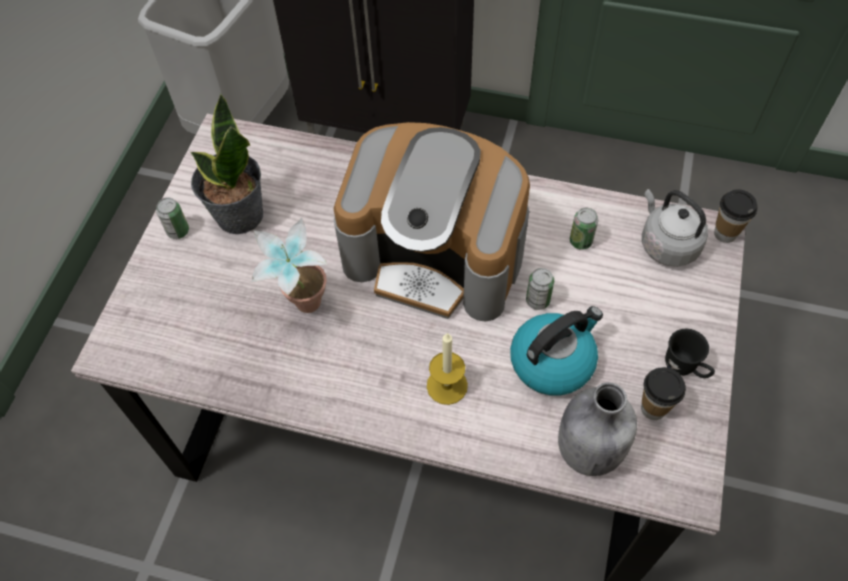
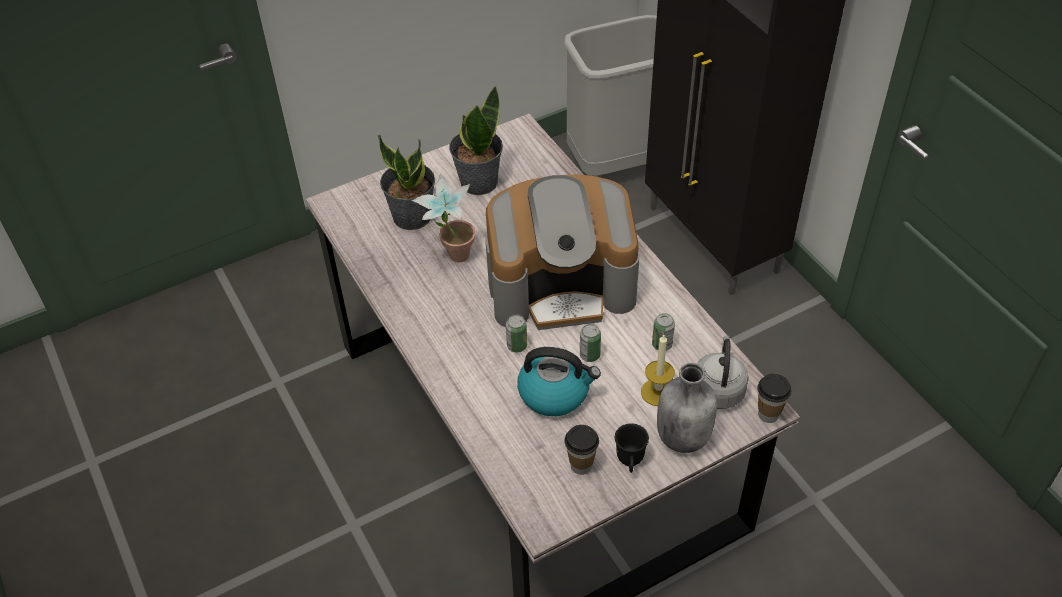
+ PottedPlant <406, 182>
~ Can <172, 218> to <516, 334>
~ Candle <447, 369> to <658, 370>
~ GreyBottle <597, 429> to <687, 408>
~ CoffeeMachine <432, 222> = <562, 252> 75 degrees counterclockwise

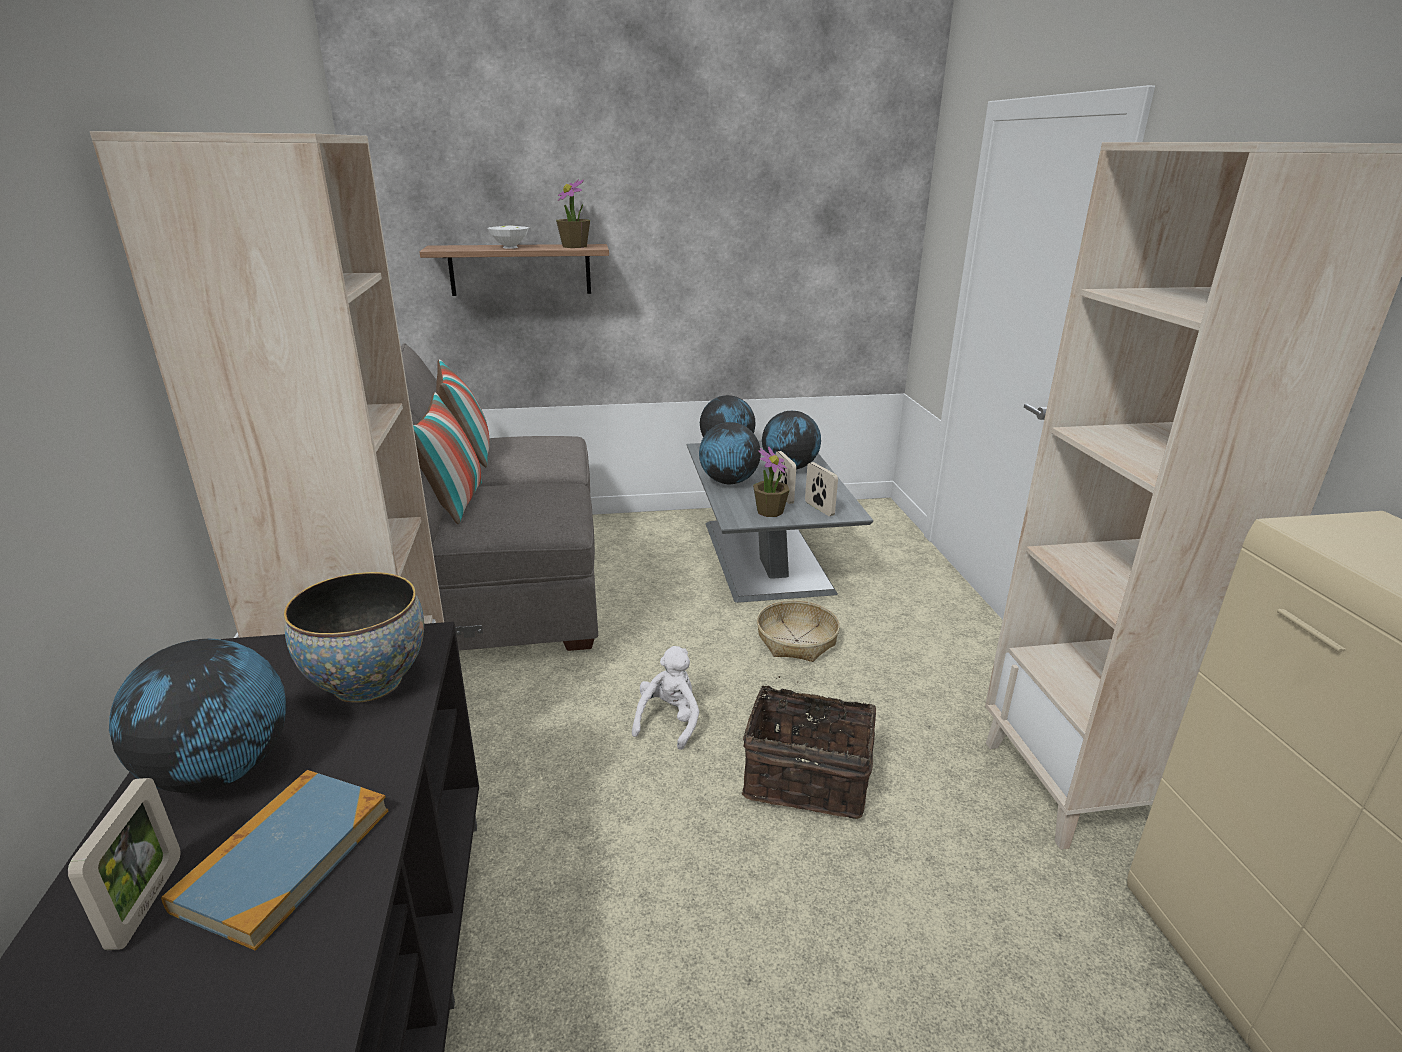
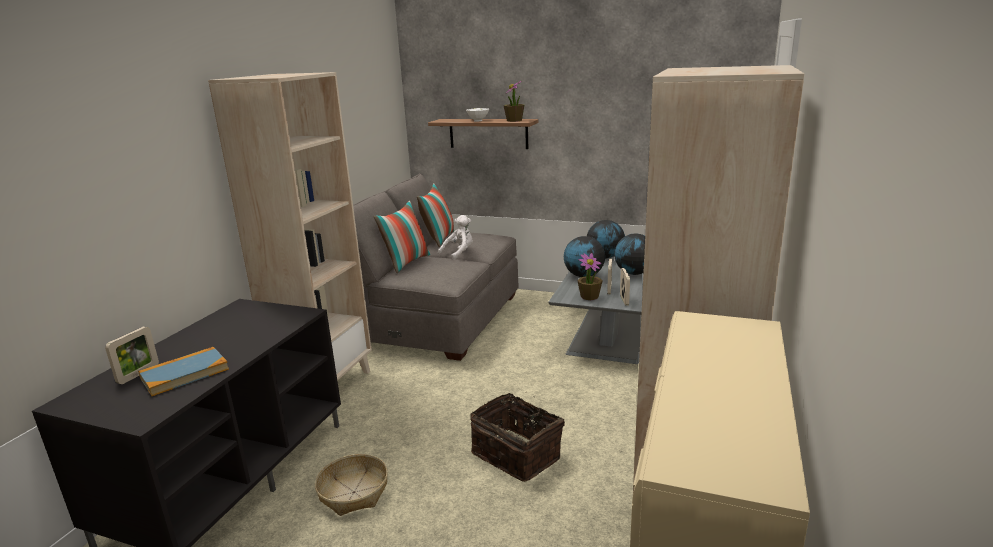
- Globe <198, 716>
- Bowl <354, 637>
~ WhitePlushToy <665, 698> to <455, 237>
~ Basket <798, 631> to <351, 485>

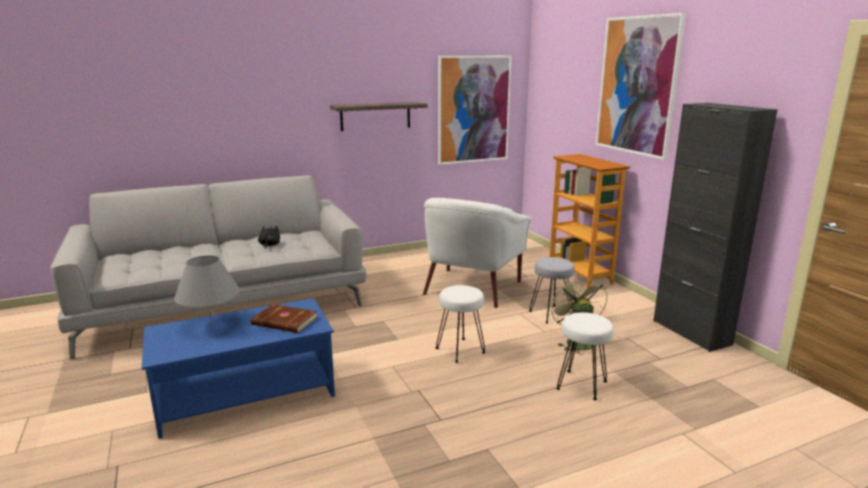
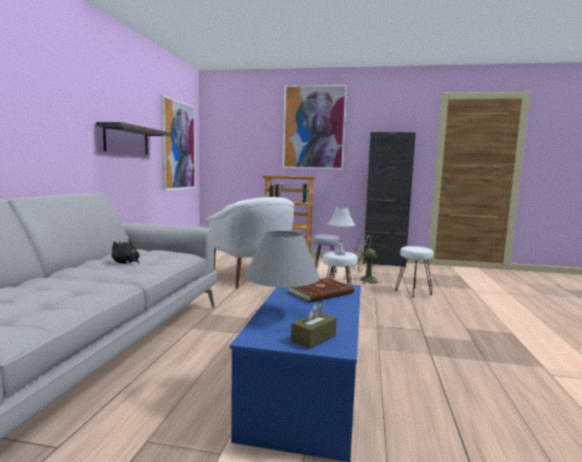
+ BrownTissueBox <314, 326>
+ WhiteTableLamp <341, 231>

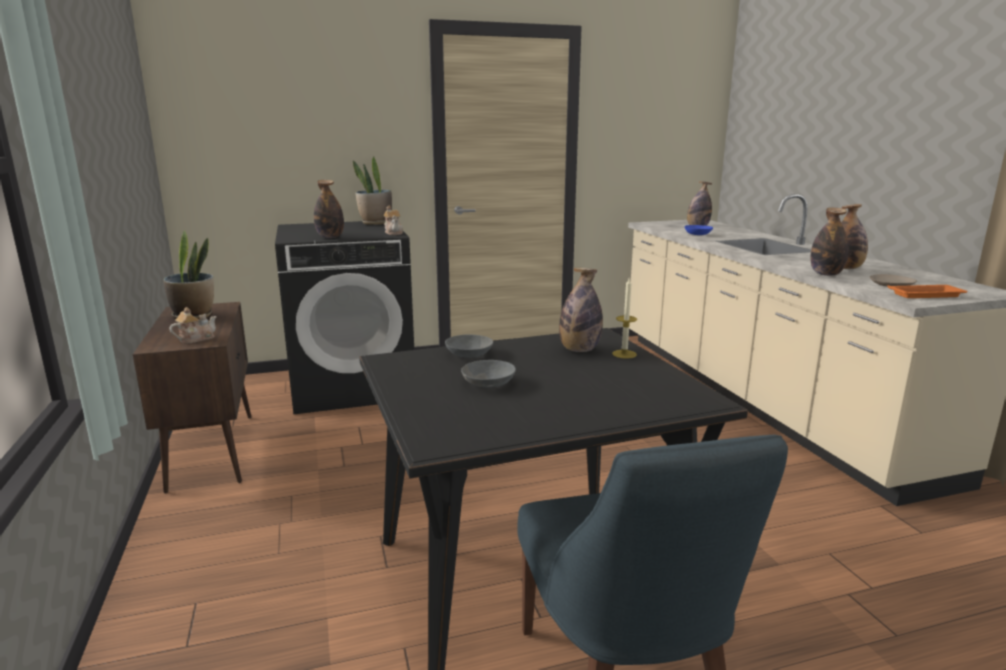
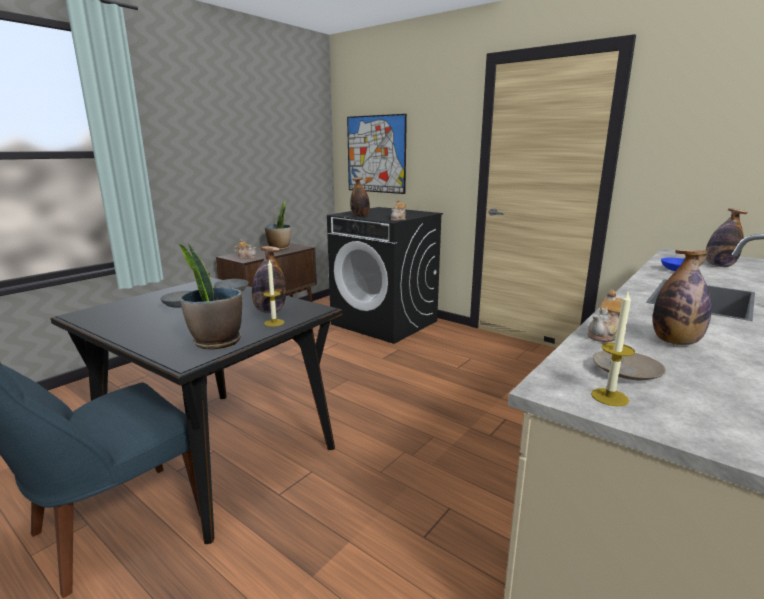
+ Picture <377, 154>
~ PottedPlant <372, 190> to <210, 296>
~ Bottle <829, 241> to Teapot <606, 316>
~ OrangeTray <927, 291> to Candle <613, 349>

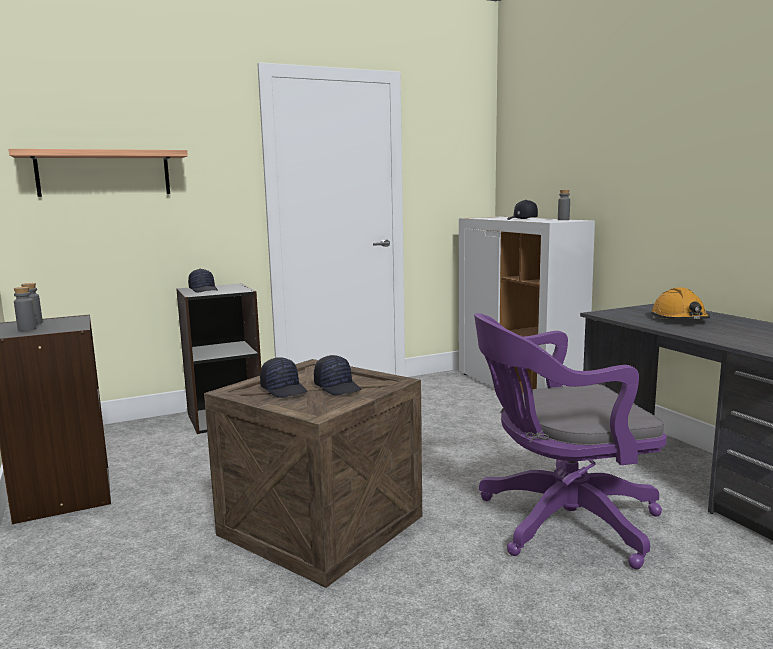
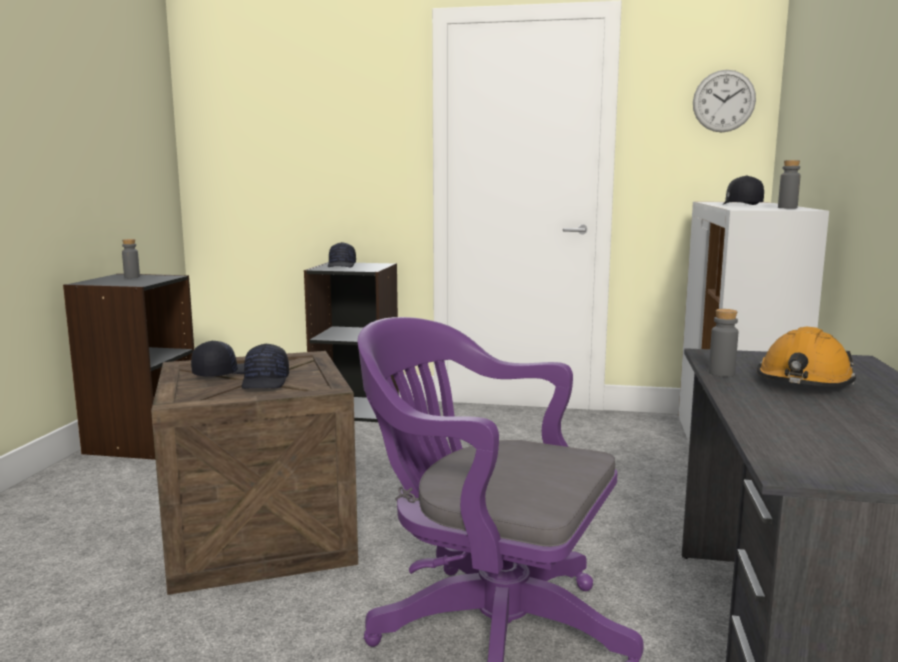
- Shelf <98, 173>
+ WallClock <724, 101>
~ GreyBottle <25, 309> to <723, 343>
~ BlackCap <283, 377> = <217, 359> 135 degrees counterclockwise

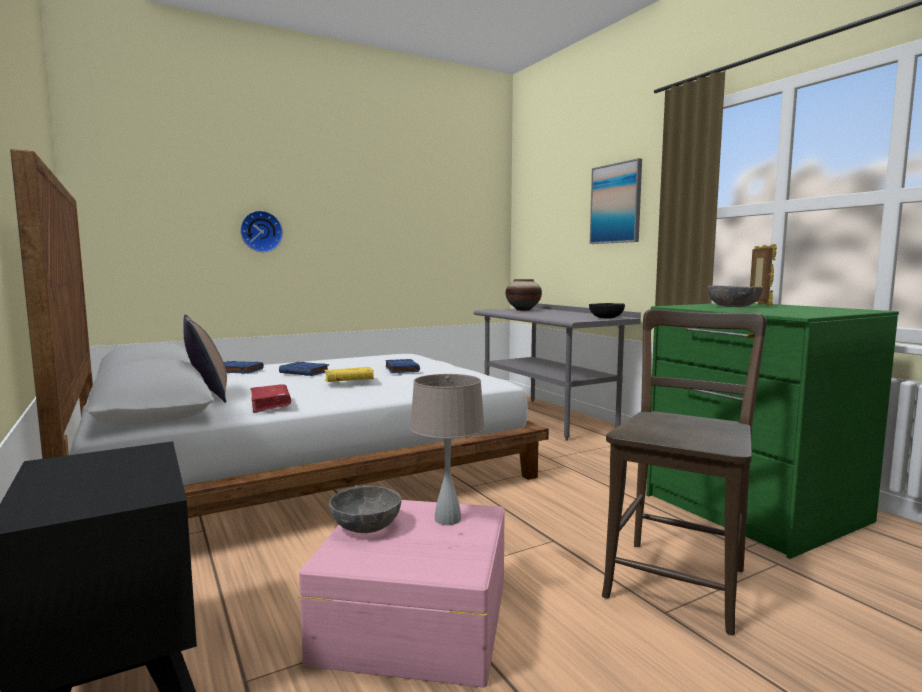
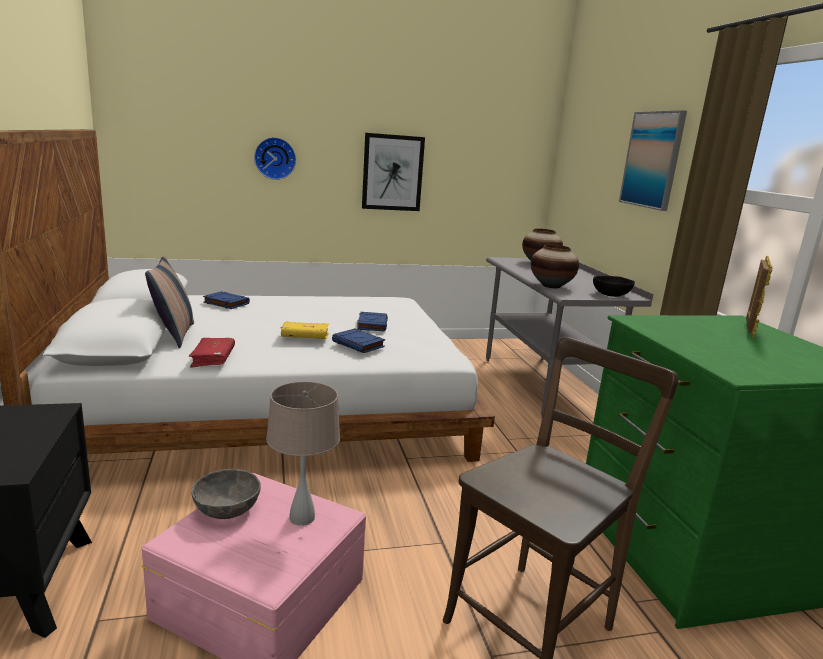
- GreyBowl <735, 296>
+ Picture <393, 172>
+ Vase <555, 266>
~ BlueBook <304, 369> to <358, 341>

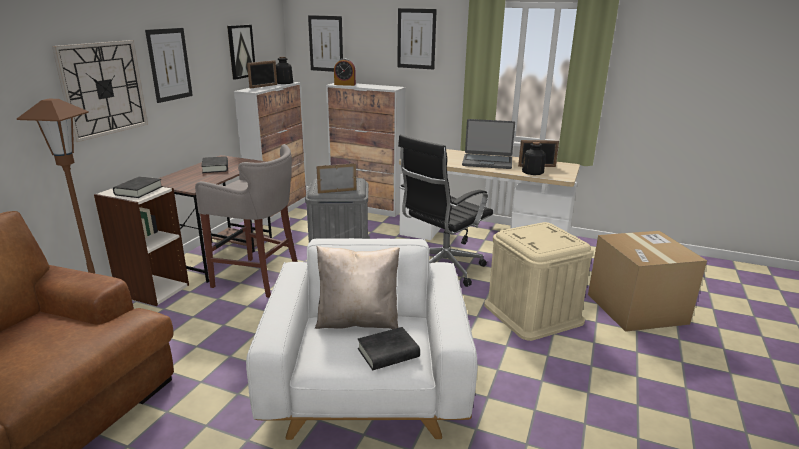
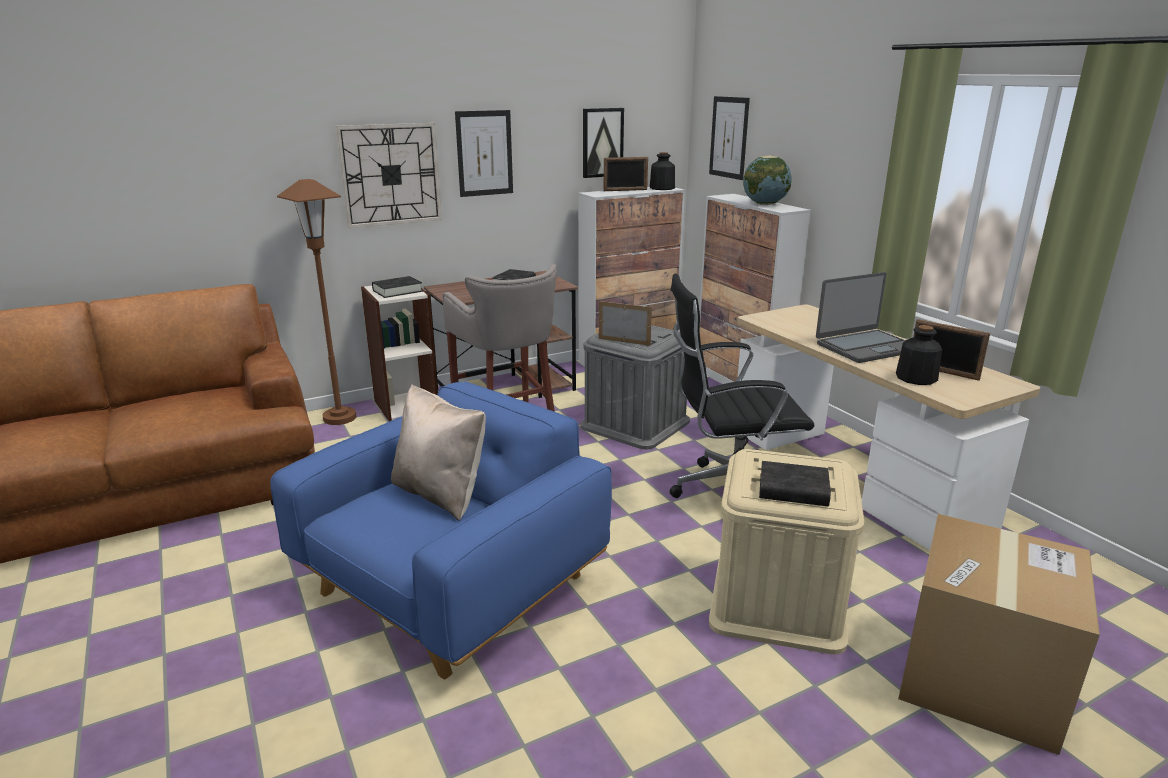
- AlarmClock <345, 72>
- Picture <417, 39>
+ Globe <767, 180>
~ BlackBook <388, 348> to <795, 483>
~ WhiteArmchair <362, 339> to BlueArmchair <441, 530>
~ Laptop <488, 144> = <860, 317> 75 degrees counterclockwise

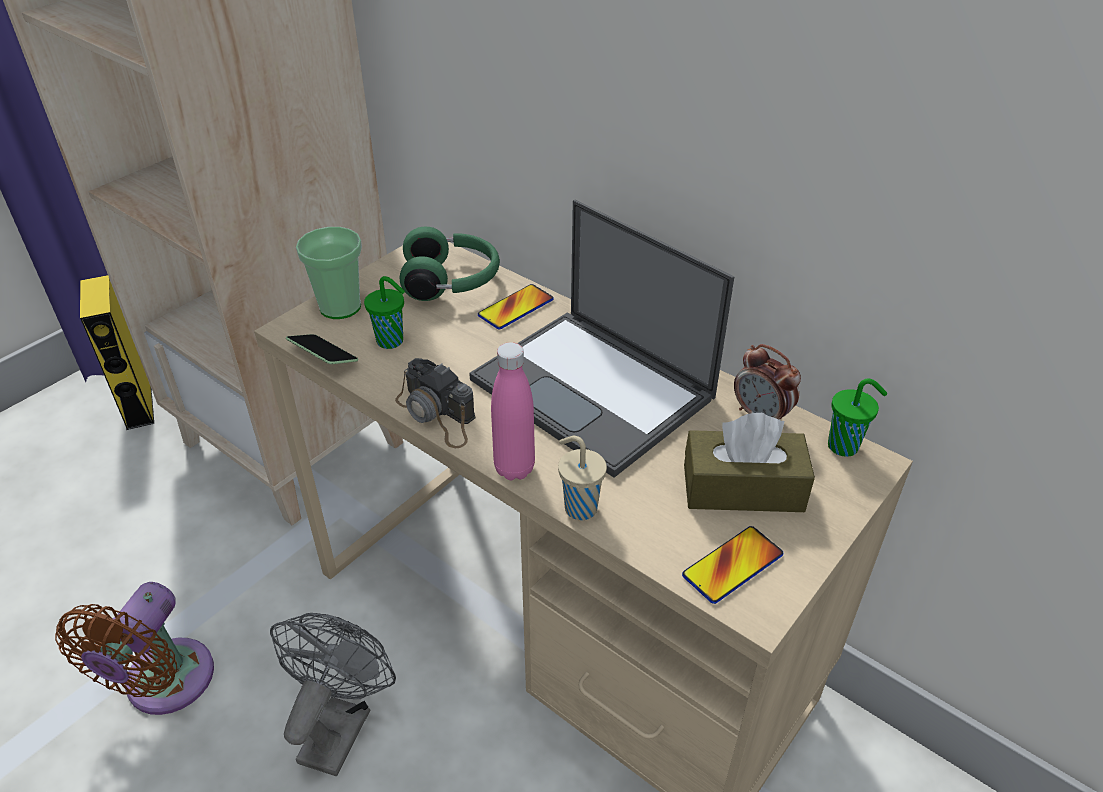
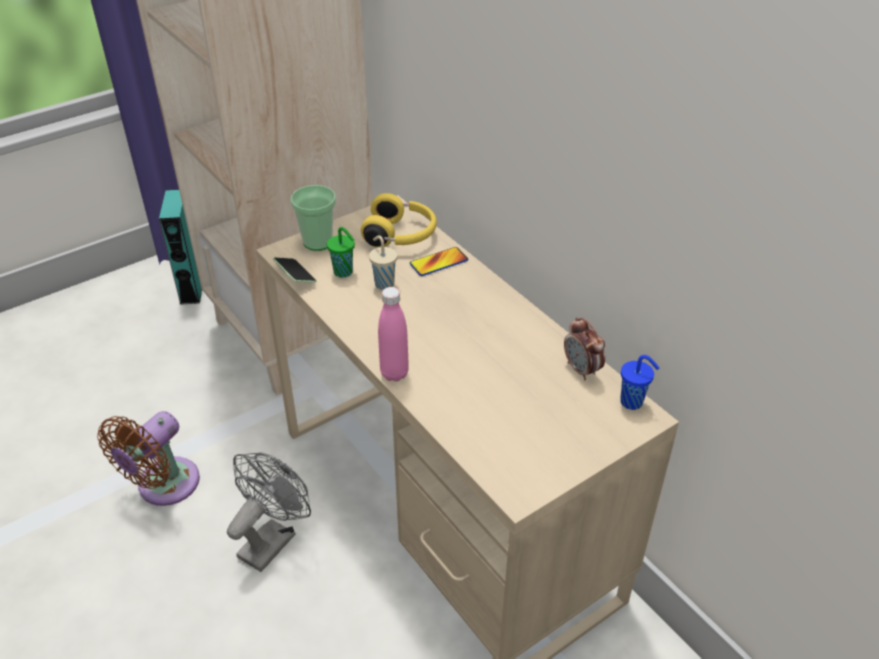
- PhotoCamera <435, 403>
- Laptop <602, 339>
- Phone <732, 565>
- BrownTissueBox <749, 462>
~ BeigeCup <582, 478> to <383, 262>
~ YellowSpeaker <117, 352> to TurquoiseSpeaker <180, 247>
~ GreenHeadphones <450, 263> to YellowHeadphones <399, 220>
~ GreenCup <857, 417> to BlueCup <640, 382>

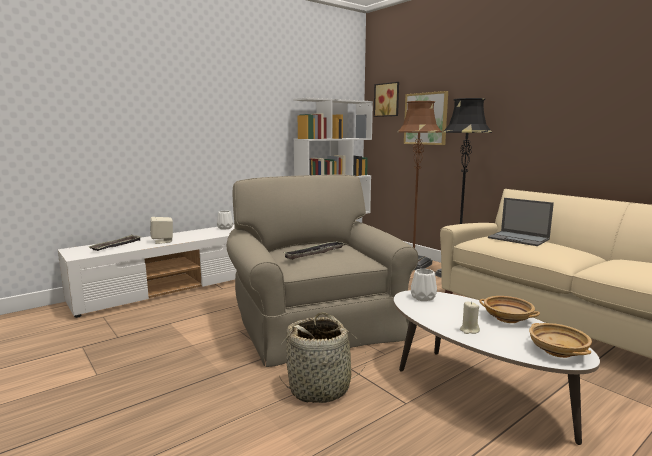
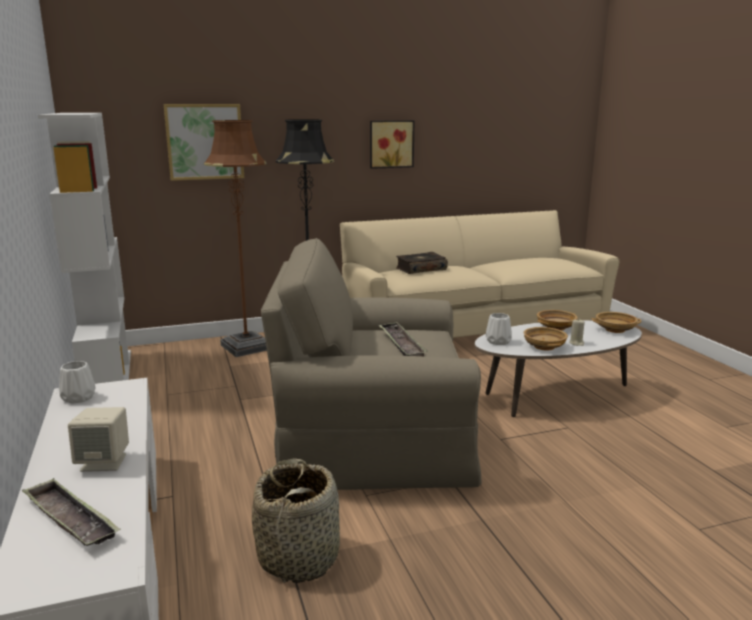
+ BeigeBowl <546, 339>
~ Basket <322, 357> to <296, 520>
~ Picture <386, 99> to <392, 144>
~ Laptop <521, 222> to Book <422, 263>

